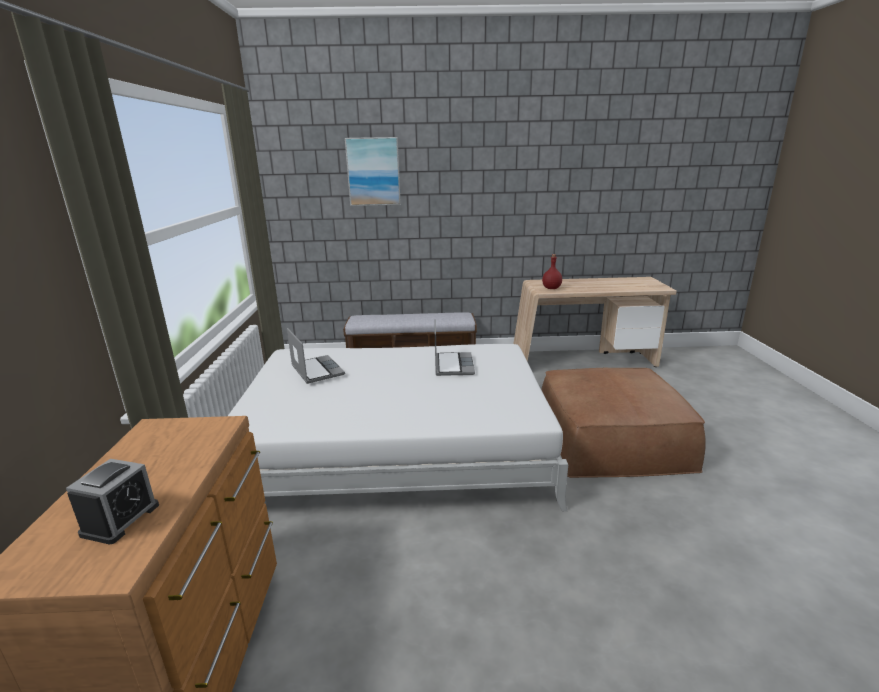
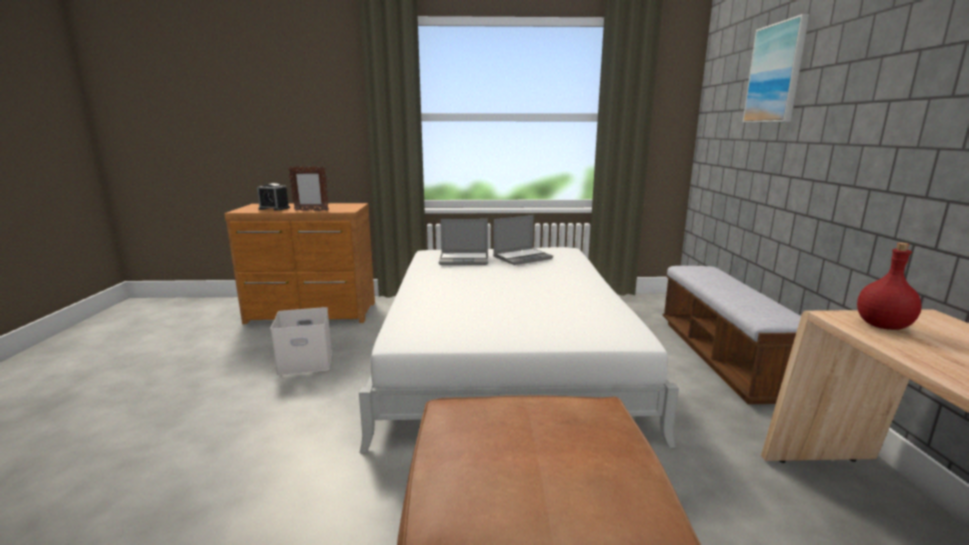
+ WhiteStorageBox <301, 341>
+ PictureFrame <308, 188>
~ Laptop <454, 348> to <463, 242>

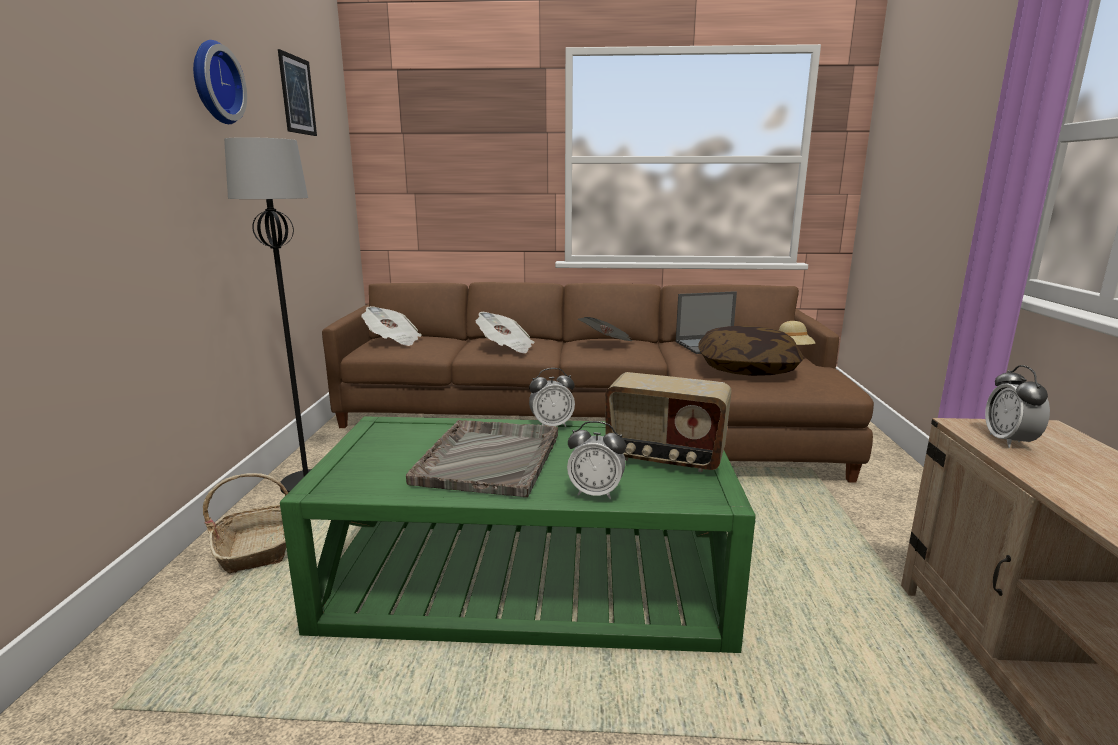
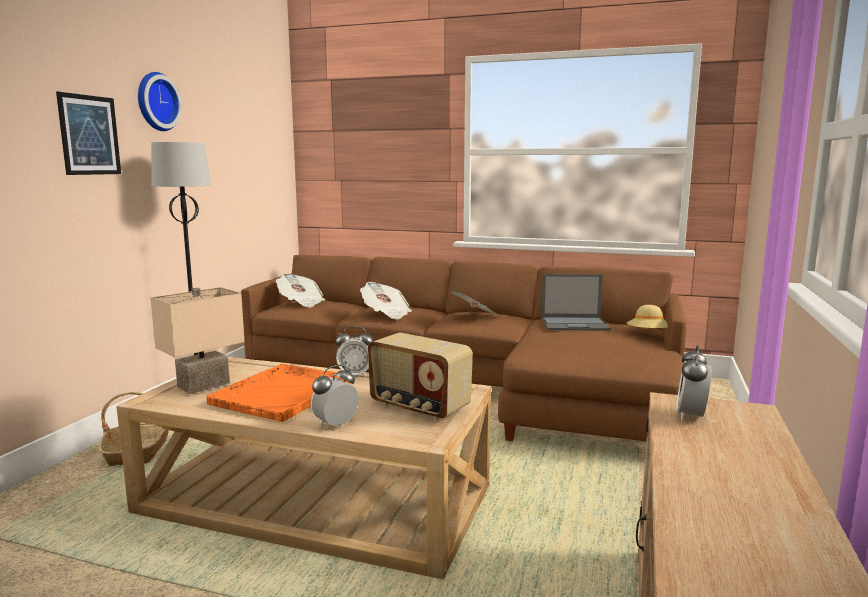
- Pillow <750, 351>
+ BeigeTableLamp <197, 340>
~ Picture <297, 92> to <88, 133>
~ GreenCoffeeTable <518, 535> to BeigeCoffeeTable <304, 468>
~ GreyTray <482, 458> to OrangeTray <278, 393>
~ AlarmClock <596, 460> = <335, 396> 105 degrees clockwise

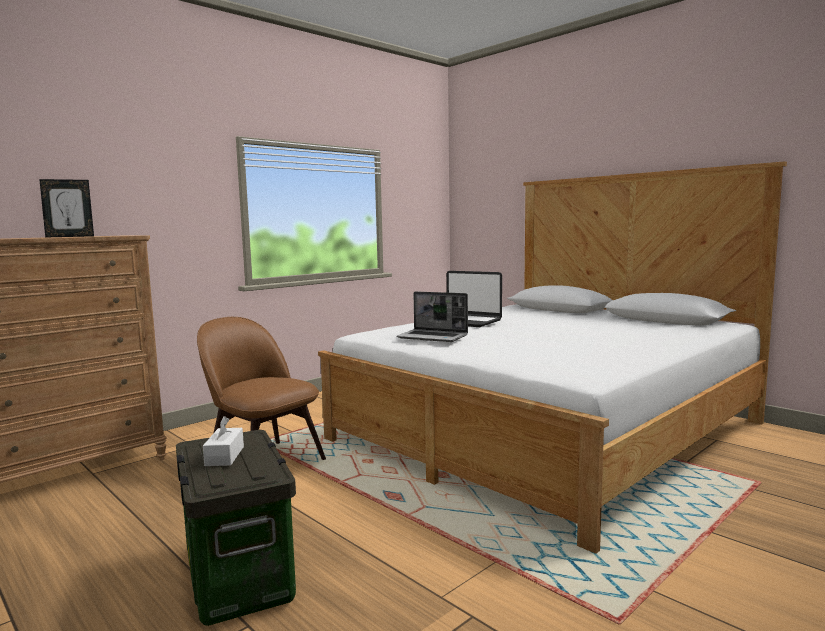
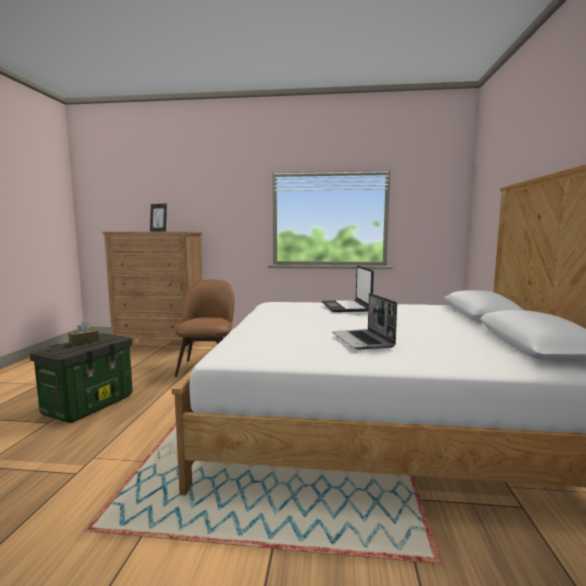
~ Laptop <432, 316> to <364, 321>
~ WhiteTissueBox <223, 441> to BrownTissueBox <83, 334>

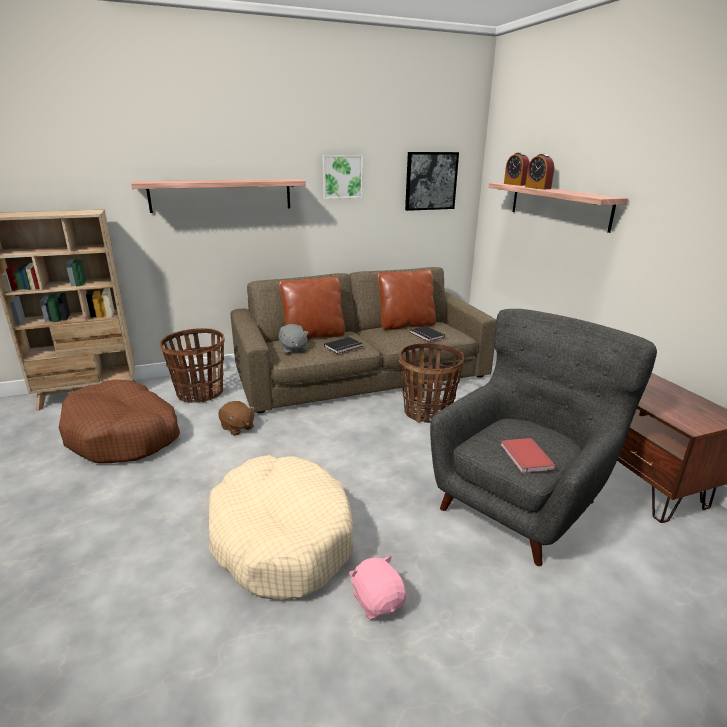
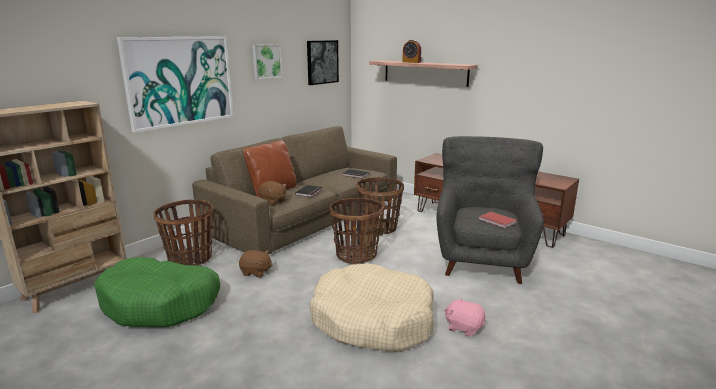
- BrownPillow <406, 300>
- AlarmClock <517, 169>
+ Basket <356, 231>
~ Shelf <218, 196> to Picture <175, 84>
~ BrownDogBed <119, 421> to GreenDogBed <157, 292>
~ GreyPlushToy <294, 339> to BrownPlushToy <272, 193>

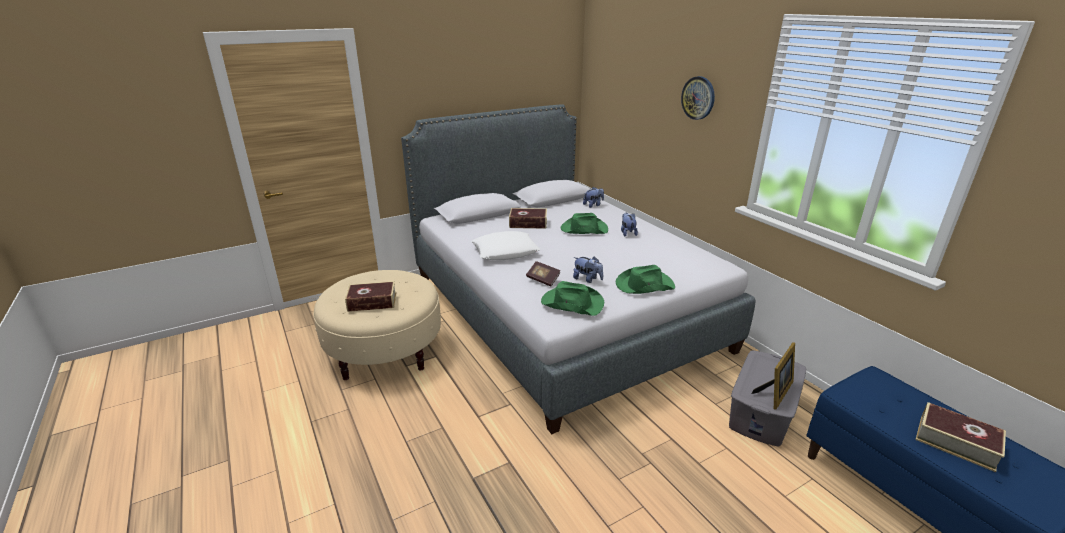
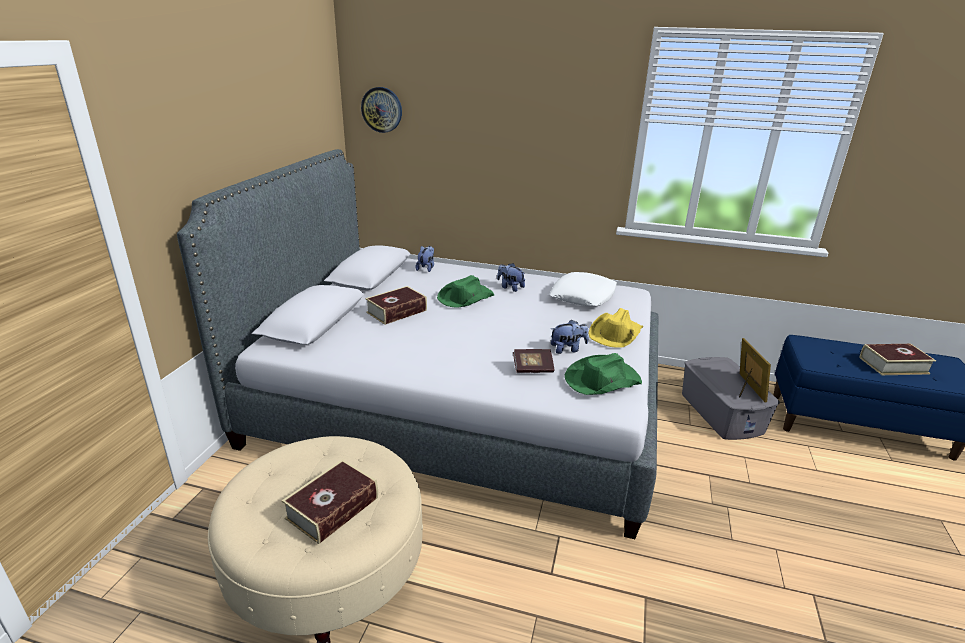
~ WhitePillow <505, 245> to <583, 289>
~ WallClock <698, 98> to <381, 110>
~ GreenHat <645, 279> to YellowHat <615, 328>

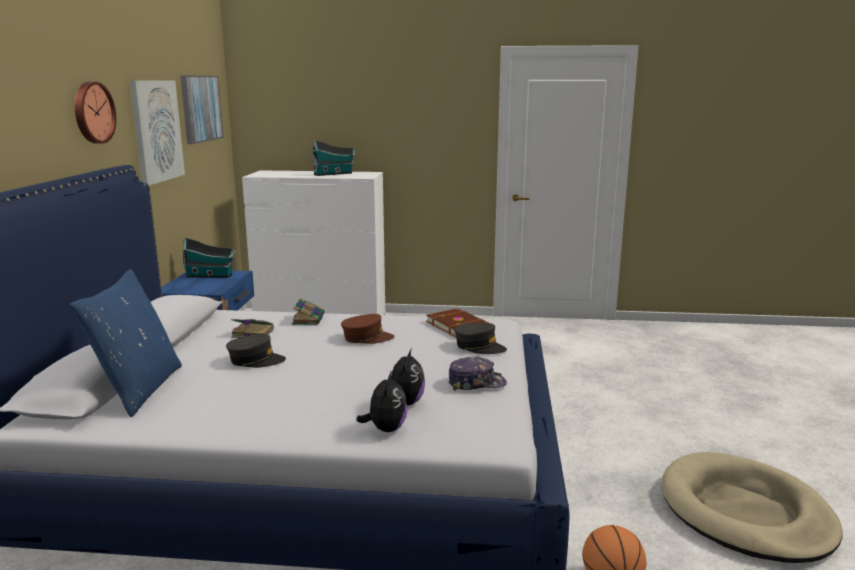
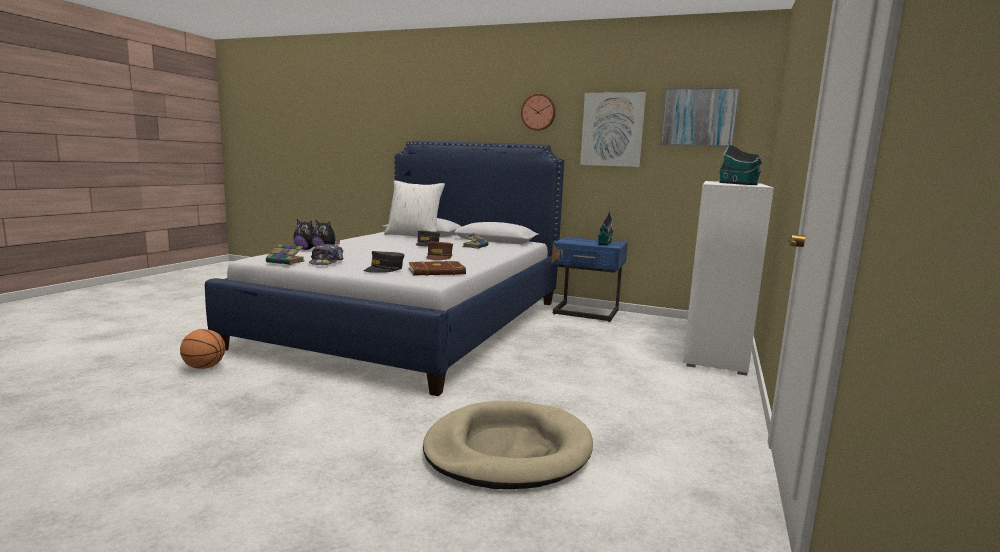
~ Book <308, 311> to <285, 254>
~ BeigeDogBed <752, 507> to <508, 445>
~ BluePillow <125, 343> to WhitePillow <414, 208>

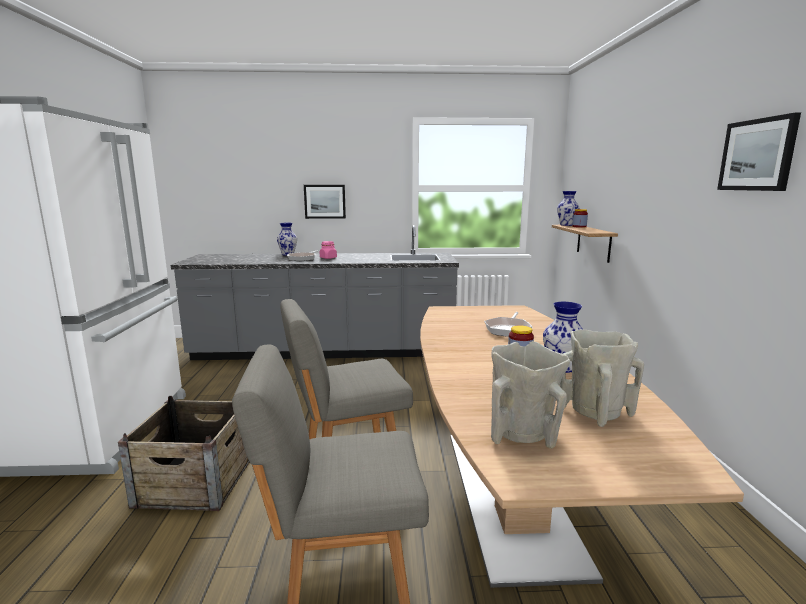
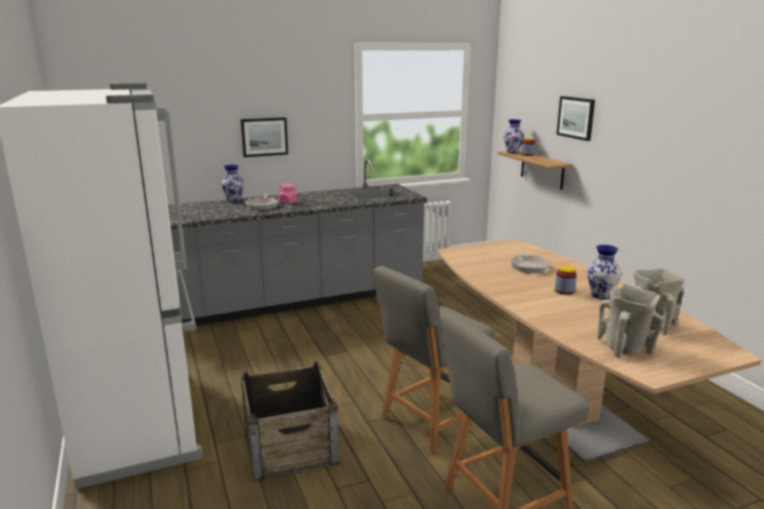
~ Picture <759, 152> to <575, 118>

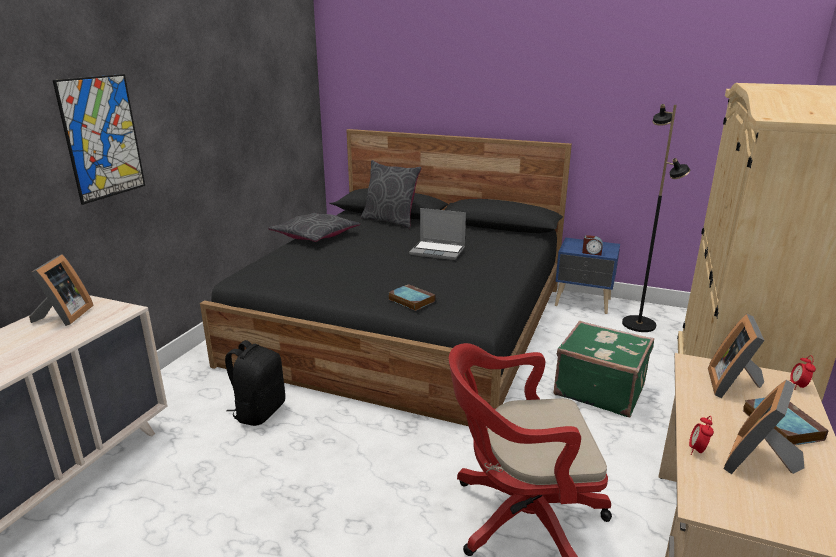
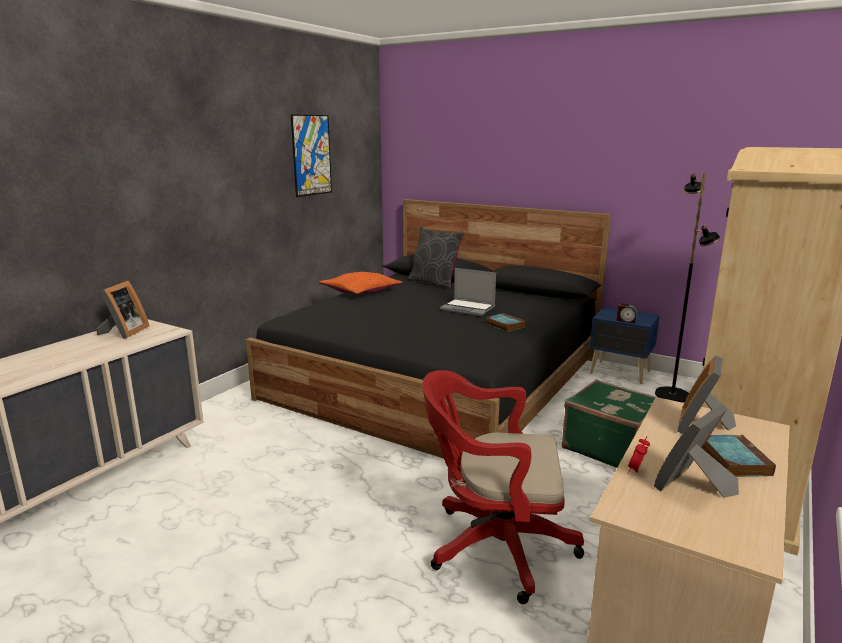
- BlackBackpack <255, 383>
- AlarmClock <803, 372>
~ Picture <99, 139> to <311, 155>
~ Book <412, 297> to <506, 322>
~ GreyPillow <314, 227> to OrangePillow <361, 283>

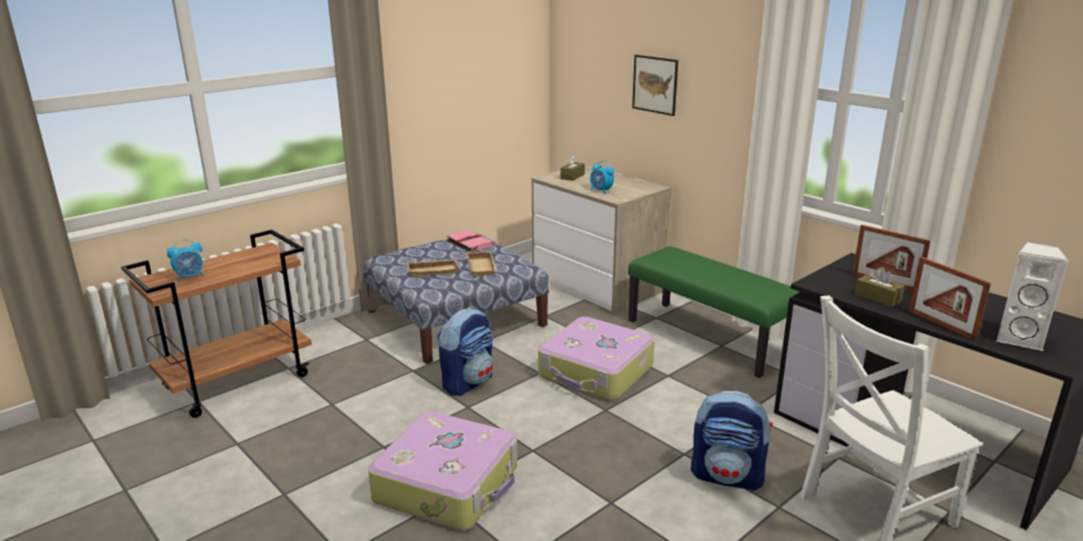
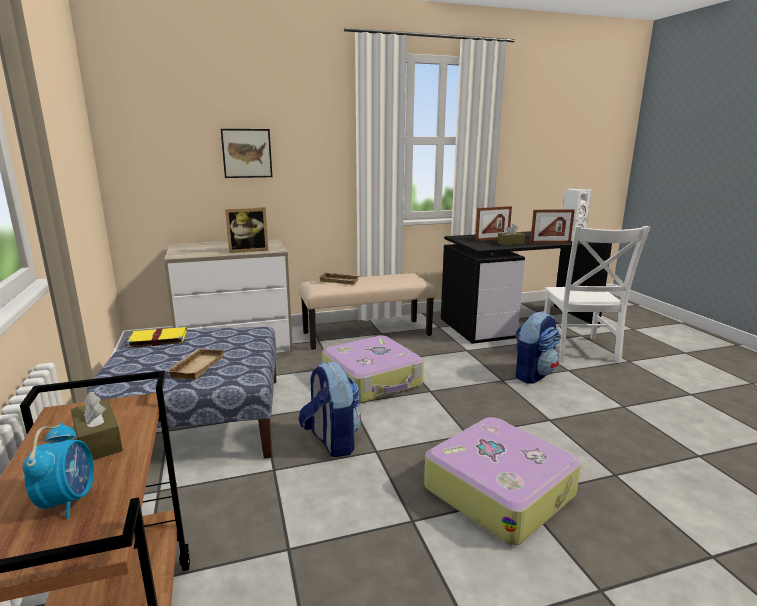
~ BeigeTray <481, 264> to <339, 278>
~ BrownTissueBox <572, 168> to <97, 425>
~ AlarmClock <602, 177> to PictureFrame <246, 230>
~ PinkBook <470, 241> to YellowBook <156, 337>
~ GreenBench <714, 312> to BeigeBench <367, 311>

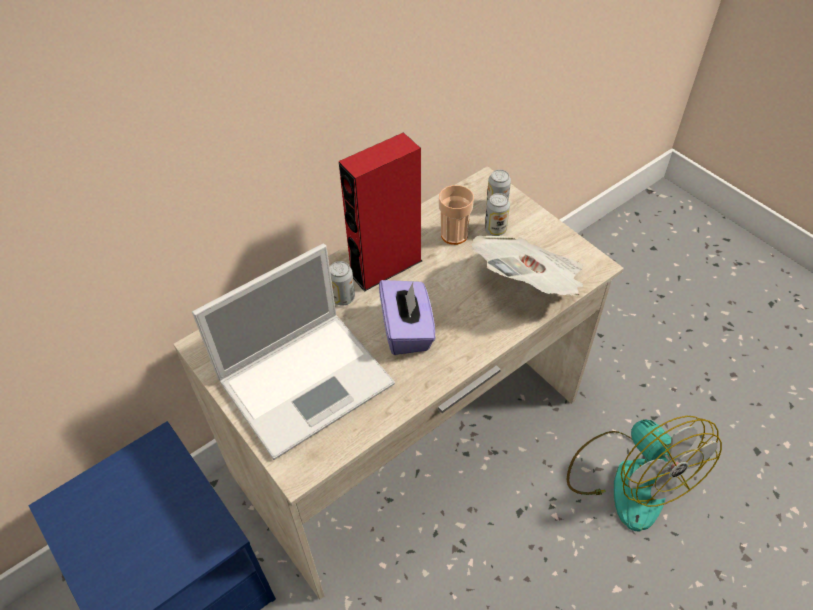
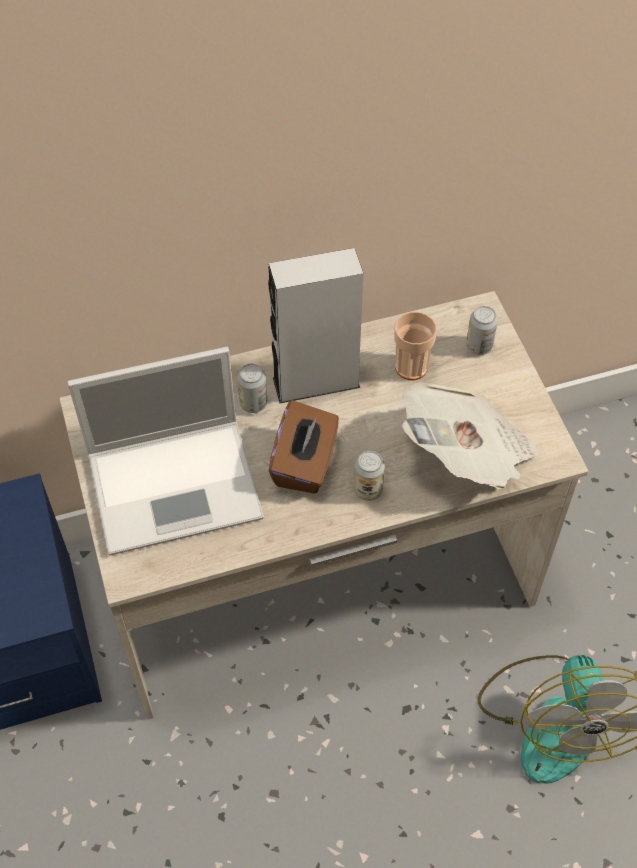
~ Can <497, 214> to <369, 476>
~ RedSpeaker <380, 212> to GreySpeaker <316, 325>
~ PurpleTissueBox <407, 317> to BrownTissueBox <304, 447>

